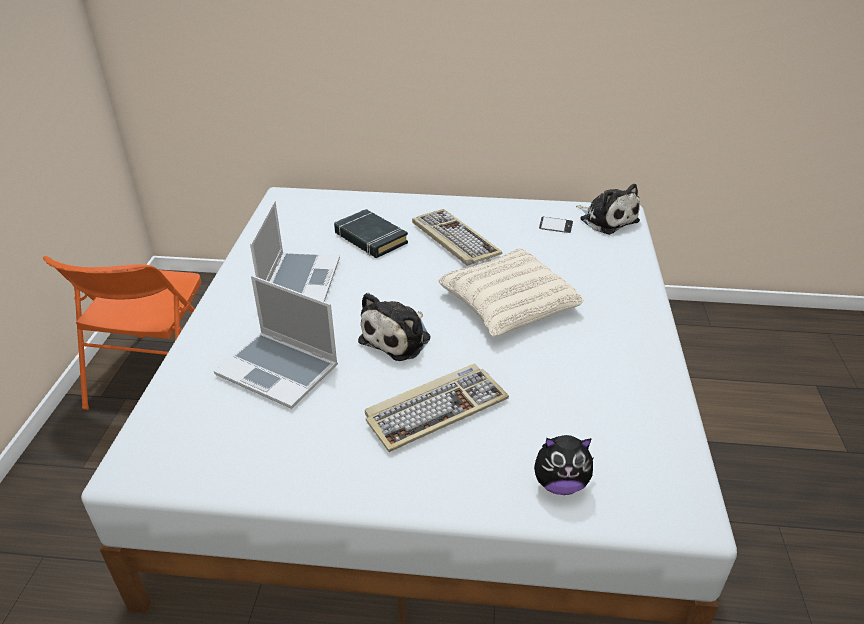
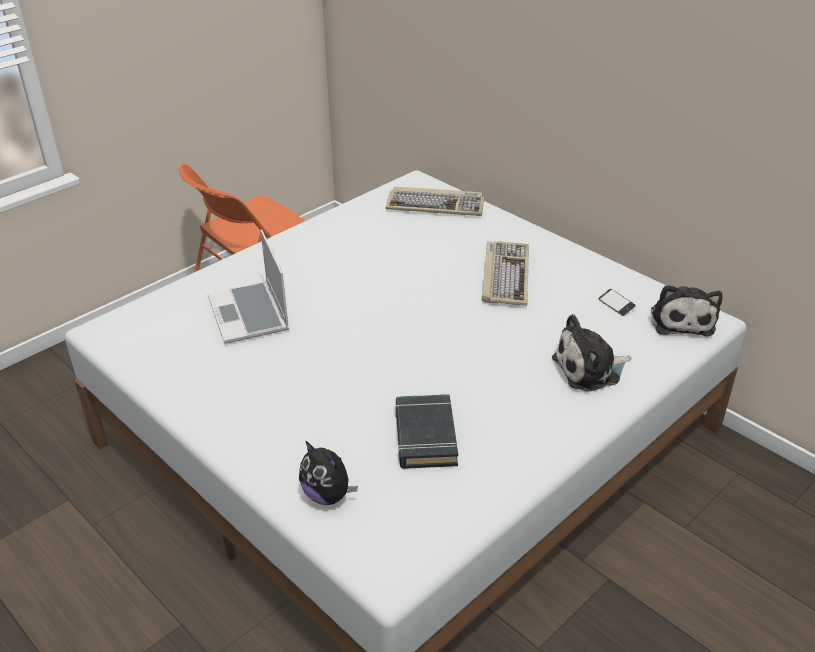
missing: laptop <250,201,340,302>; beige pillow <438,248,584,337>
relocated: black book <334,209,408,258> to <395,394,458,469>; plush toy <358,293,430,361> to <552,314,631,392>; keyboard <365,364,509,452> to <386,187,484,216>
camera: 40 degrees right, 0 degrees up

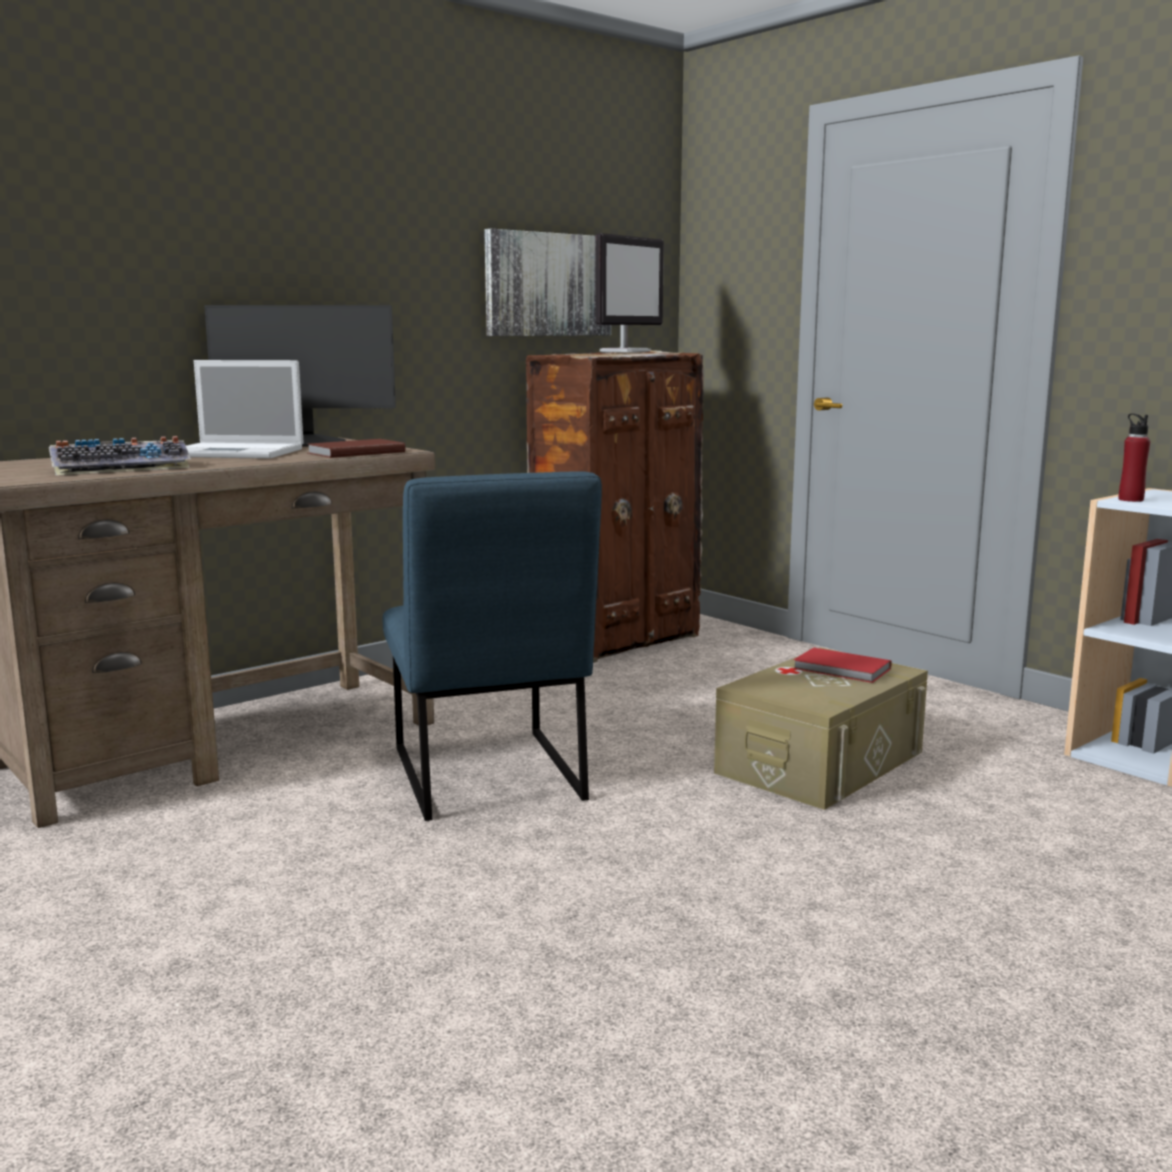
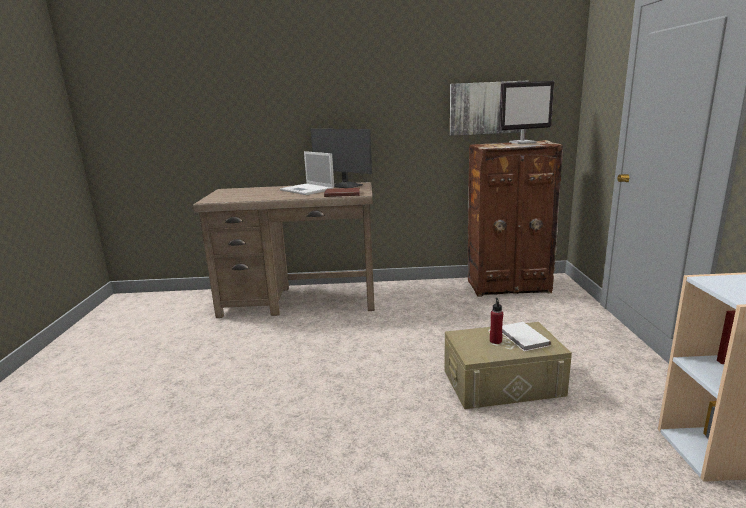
missing: keyboard <49,436,191,475>; blue chair <383,471,602,821>
relocated: red bottle <1119,413,1150,502> to <490,298,503,344>
colour: red book <793,647,892,683> to white book <502,322,551,351>
camera: 40 degrees right, 5 degrees up

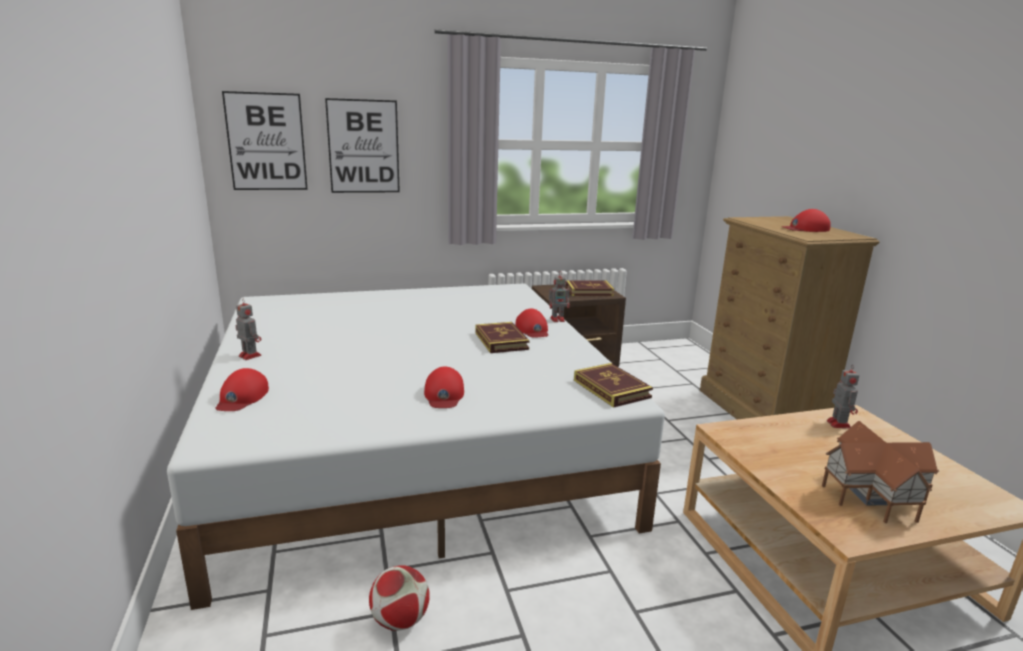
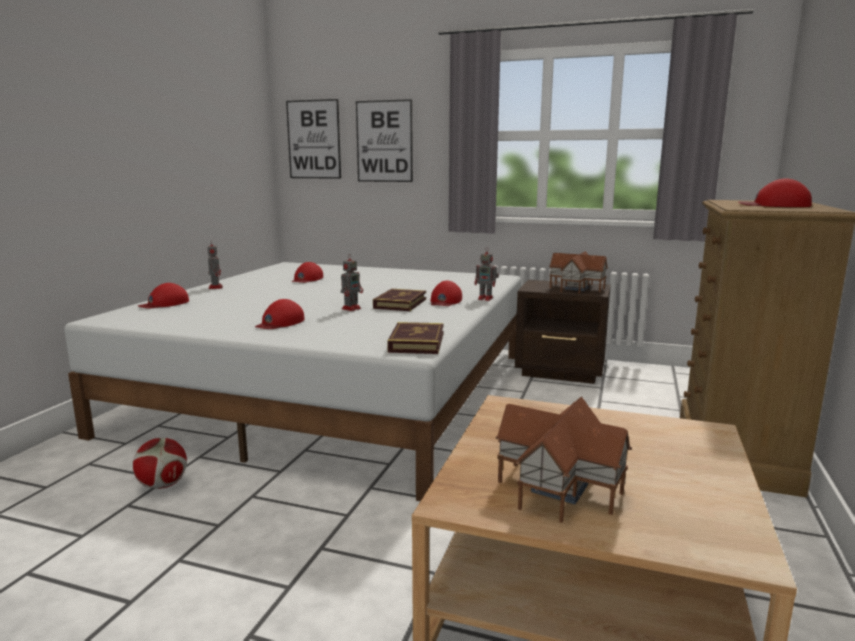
appeared: red cap <291,262,323,283>
relocated: toy robot <827,365,859,428> to <341,255,363,311>
exchanged: book <566,280,614,296> to toy house <549,251,608,294>
camera: 35 degrees right, 5 degrees down

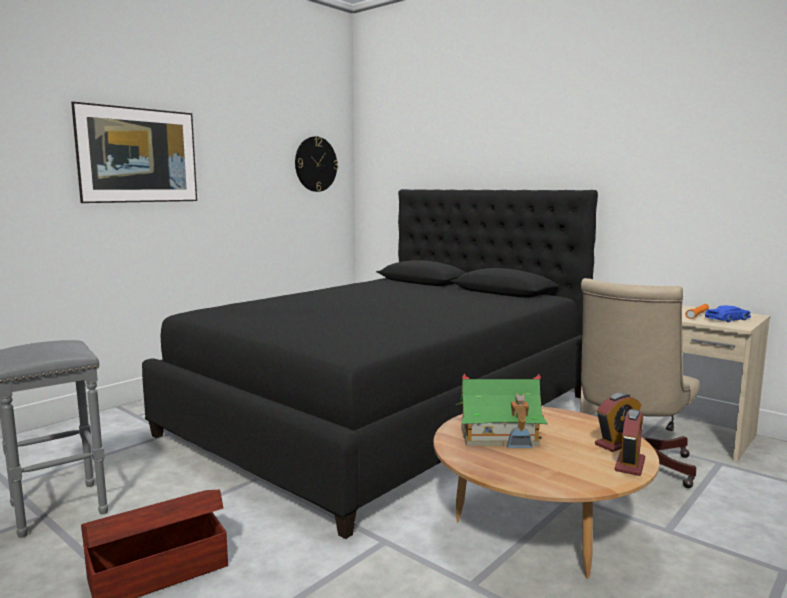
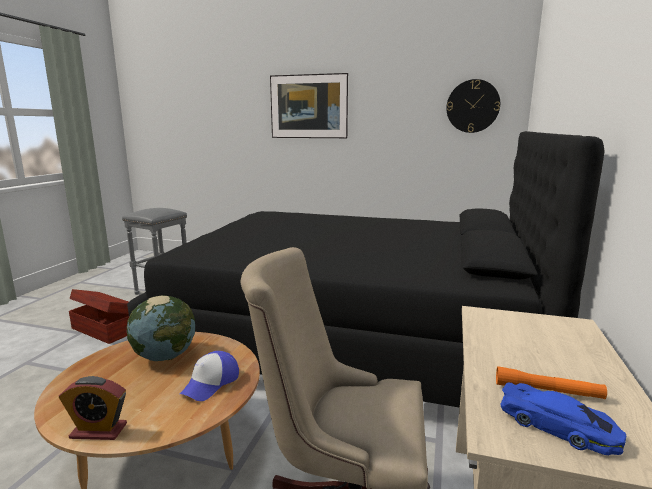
missing: alarm clock <595,393,641,452>
appeared: cap <180,351,239,401>
exchanged: toy house <456,374,548,448> to globe <127,295,195,361>
camera: 65 degrees right, 5 degrees up

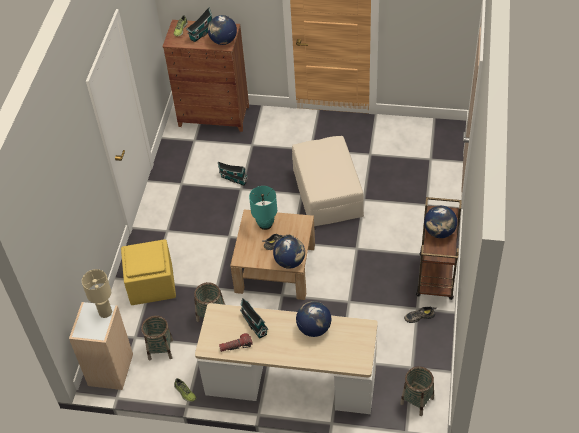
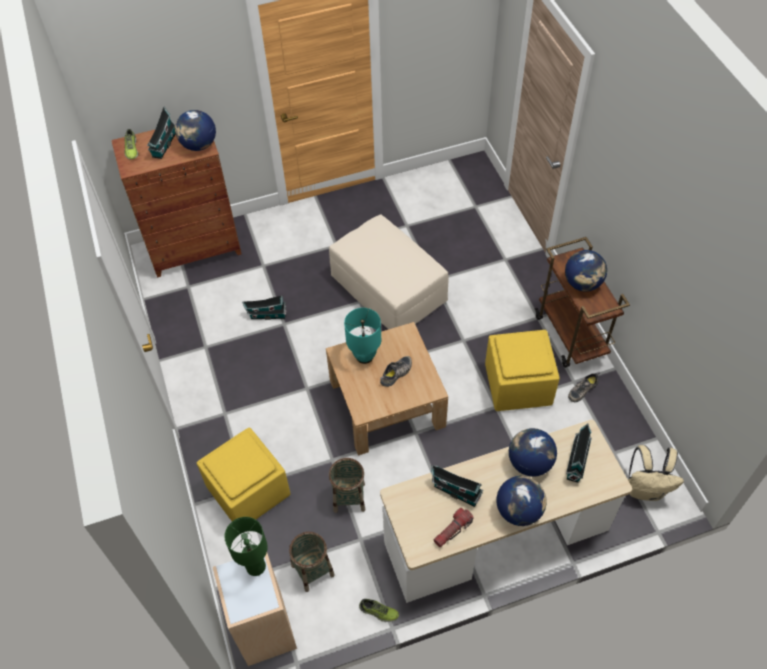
appeared: yellow ottoman <485,330,560,411>; toy house <566,423,592,483>
relocated: globe <273,236,305,269> to <497,476,547,526>
exchanged: basket <400,366,434,416> to beige backpack <628,445,684,501>
colour: beige table lamp <82,269,112,318> to green table lamp <224,517,268,576>
camera: 30 degrees left, 5 degrees up

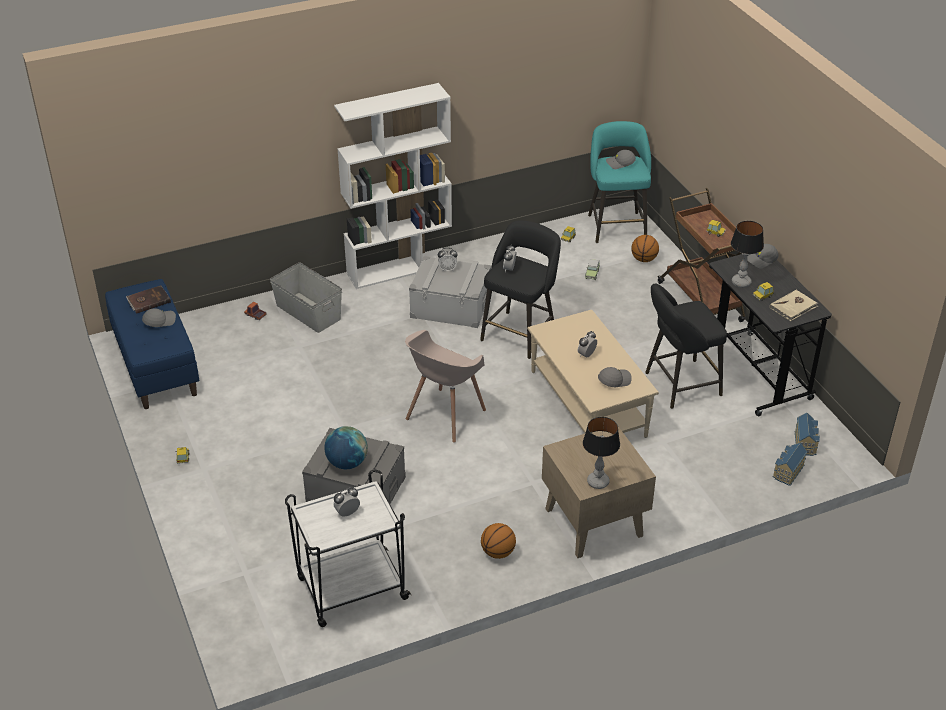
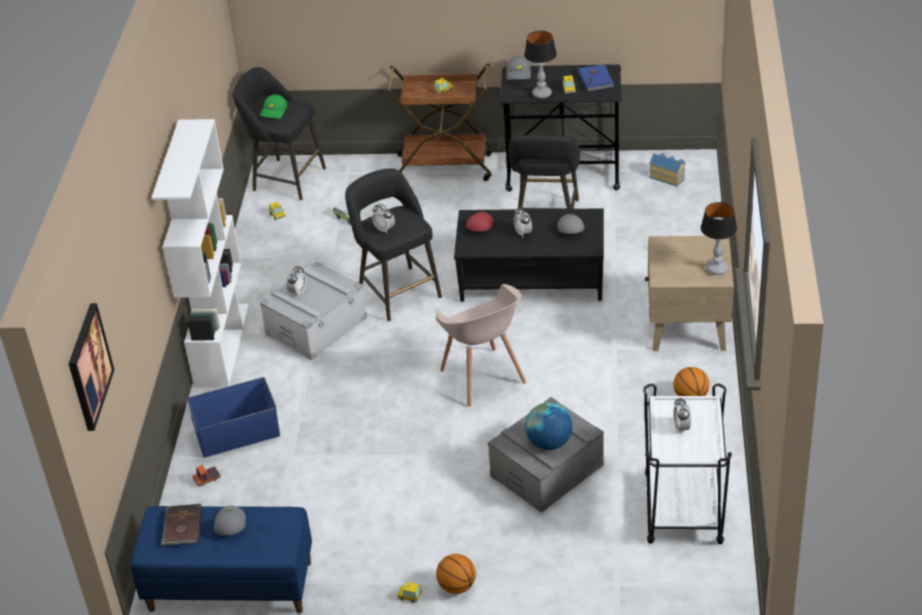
missing: toy house <773,443,807,486>
appeared: picture <69,303,114,431>; red cap <466,212,494,231>
relocated: basketball <631,235,659,262> to <436,554,476,594>
colour: grey storage box <270,262,342,333> to blue storage box <187,377,280,458>; beige coffee table <527,310,659,438> to black coffee table <454,208,604,302>; turquoise stool <588,121,651,243> to black stool <233,67,326,200>; grey cap <606,150,636,169> to green cap <260,94,287,119>; beige book <770,290,819,321> to blue book <578,64,614,91>
camera: 60 degrees left, 0 degrees up

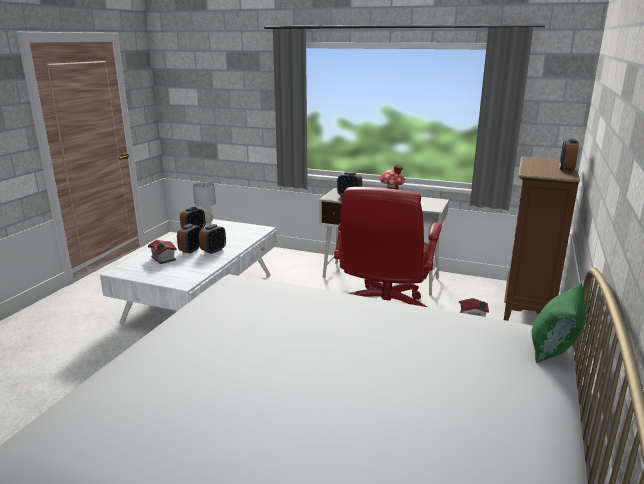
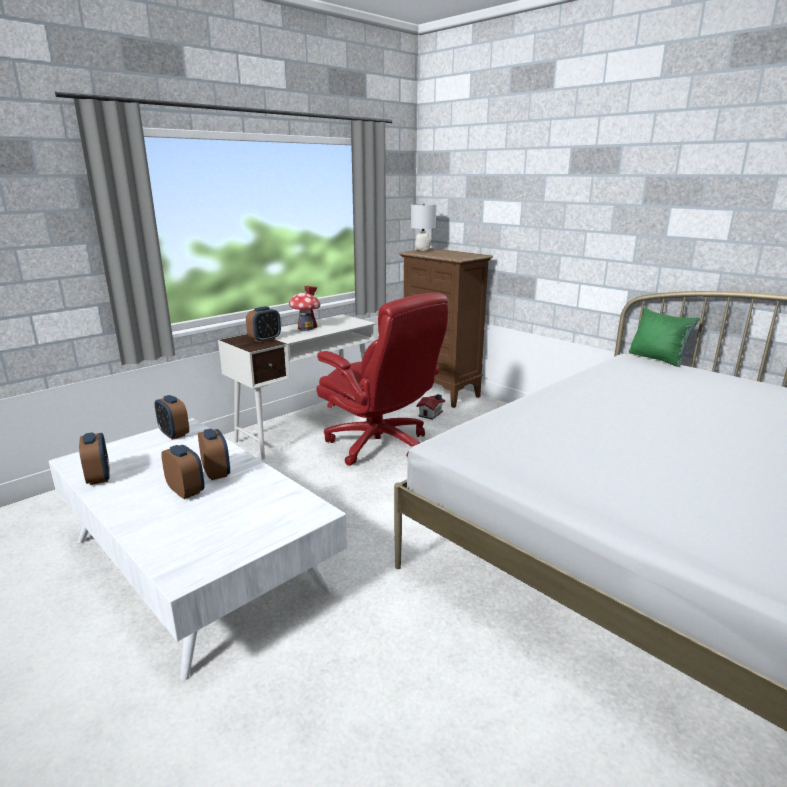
missing: toy house <148,240,177,264>
relocated: grey table lamp <193,182,216,223> to <411,204,436,251>; alarm clock <560,139,579,172> to <155,395,189,440>
camera: 65 degrees left, 0 degrees up

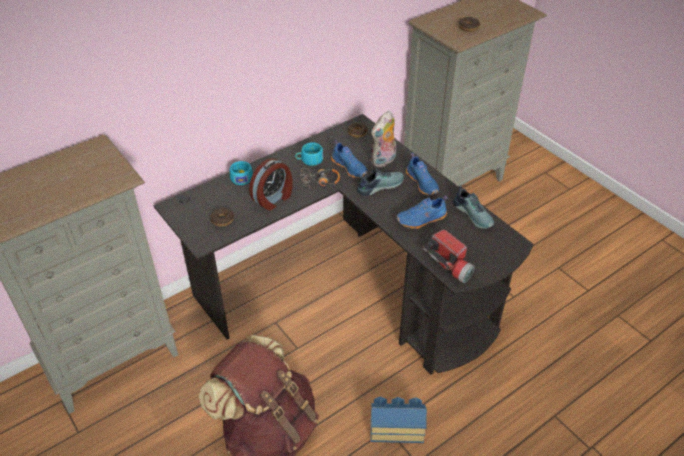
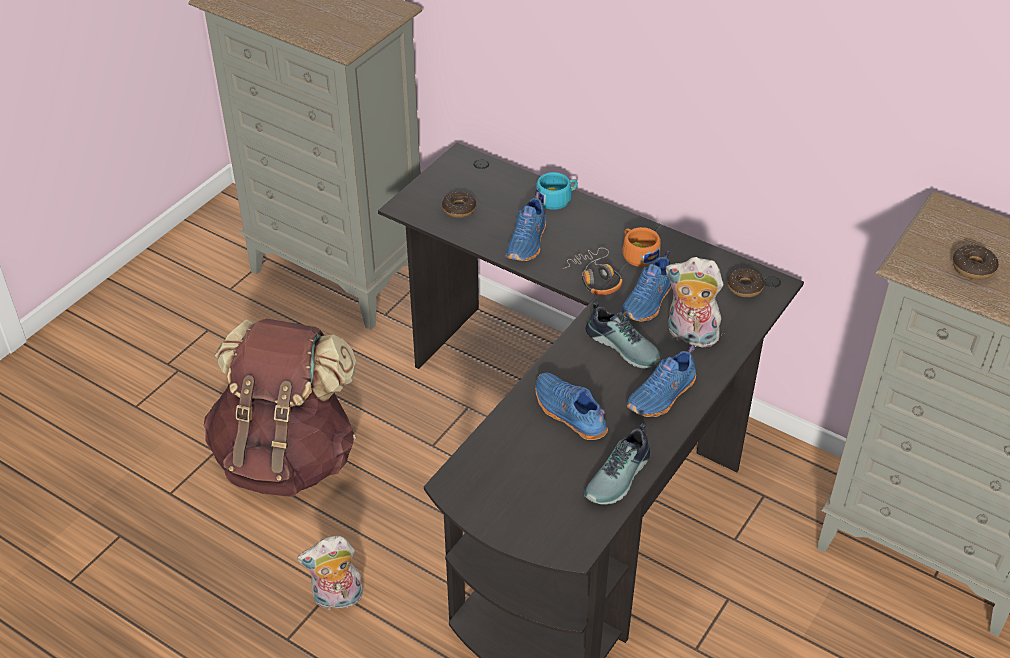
missing: flashlight <422,229,475,283>
exchanged: alarm clock <249,158,293,210> to blue shoe <506,192,546,261>; toy house <370,396,427,443> to plush toy <297,536,365,610>
colour: turquoise cup <295,142,324,166> to orange cup <622,227,661,267>
camera: 70 degrees right, 0 degrees up

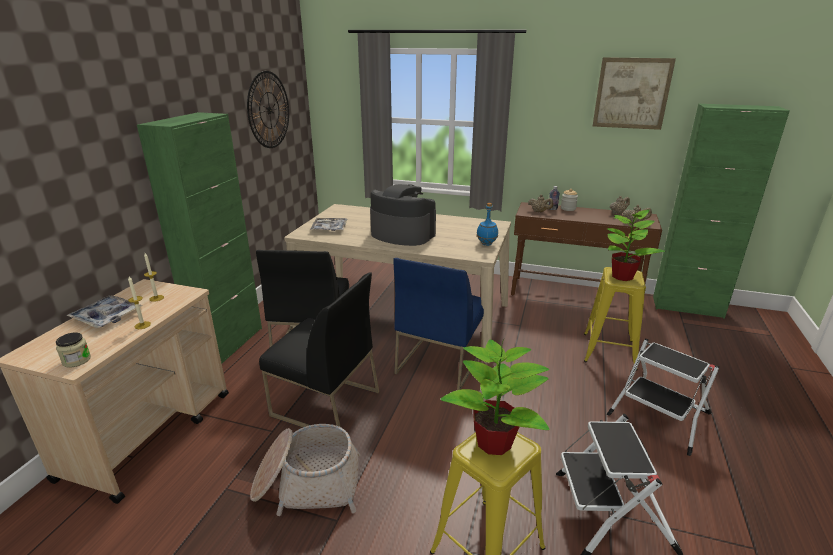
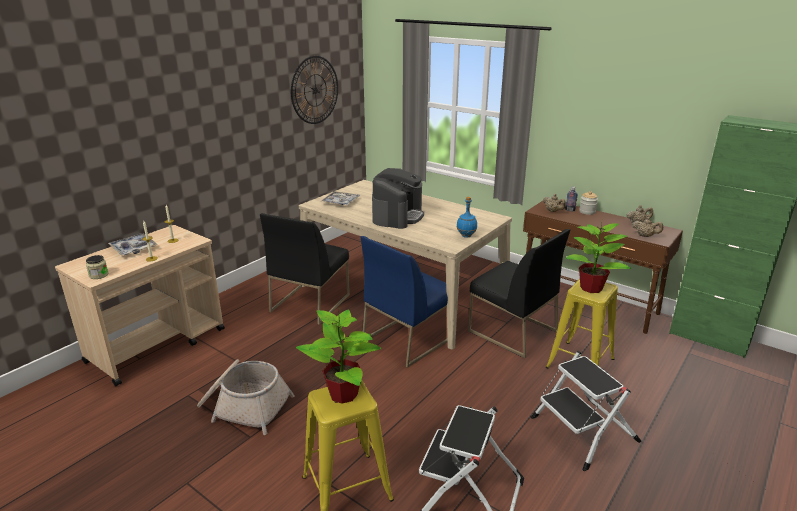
missing: green cabinet <137,112,262,363>; picture <593,57,676,130>
relocated: black chair <259,272,379,427> to <468,229,571,358>
spun: coffee machine <370,184,436,246> = <372,168,424,229> 60 degrees clockwise
camera: 20 degrees right, 0 degrees up

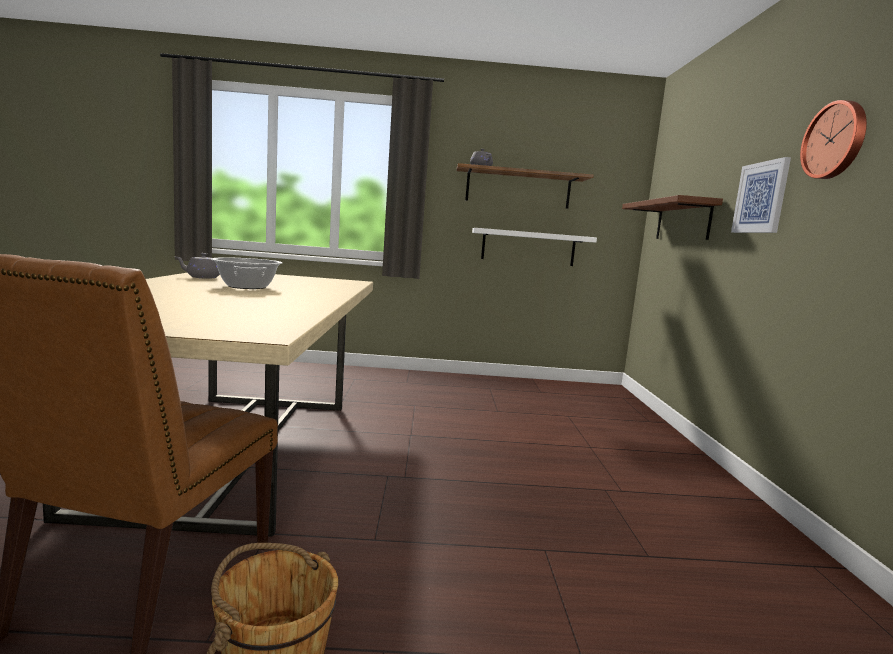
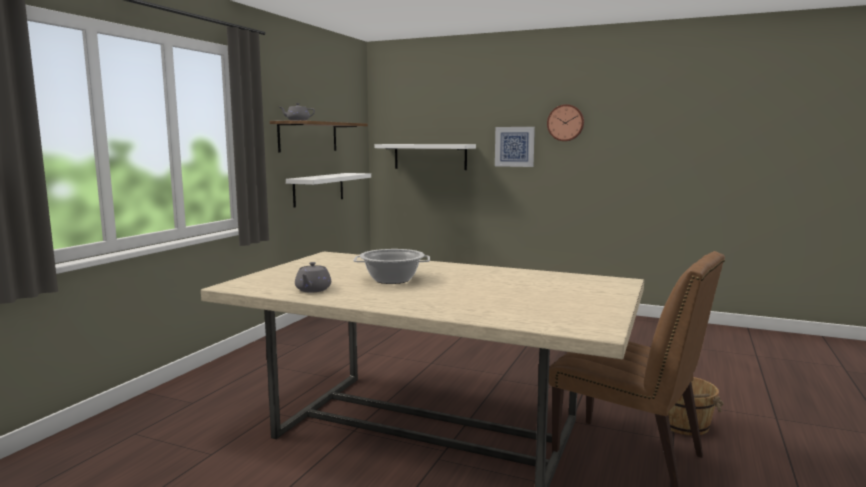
colour: brown shelf <622,195,723,240> to white shelf <374,144,476,170>
camera: 65 degrees left, 0 degrees up

